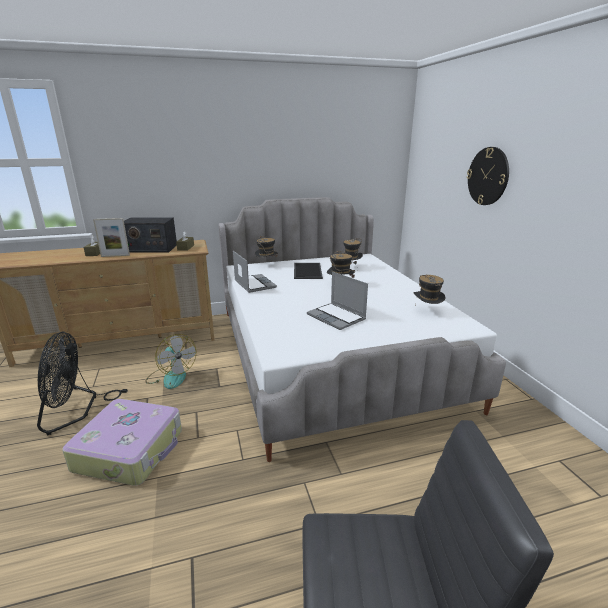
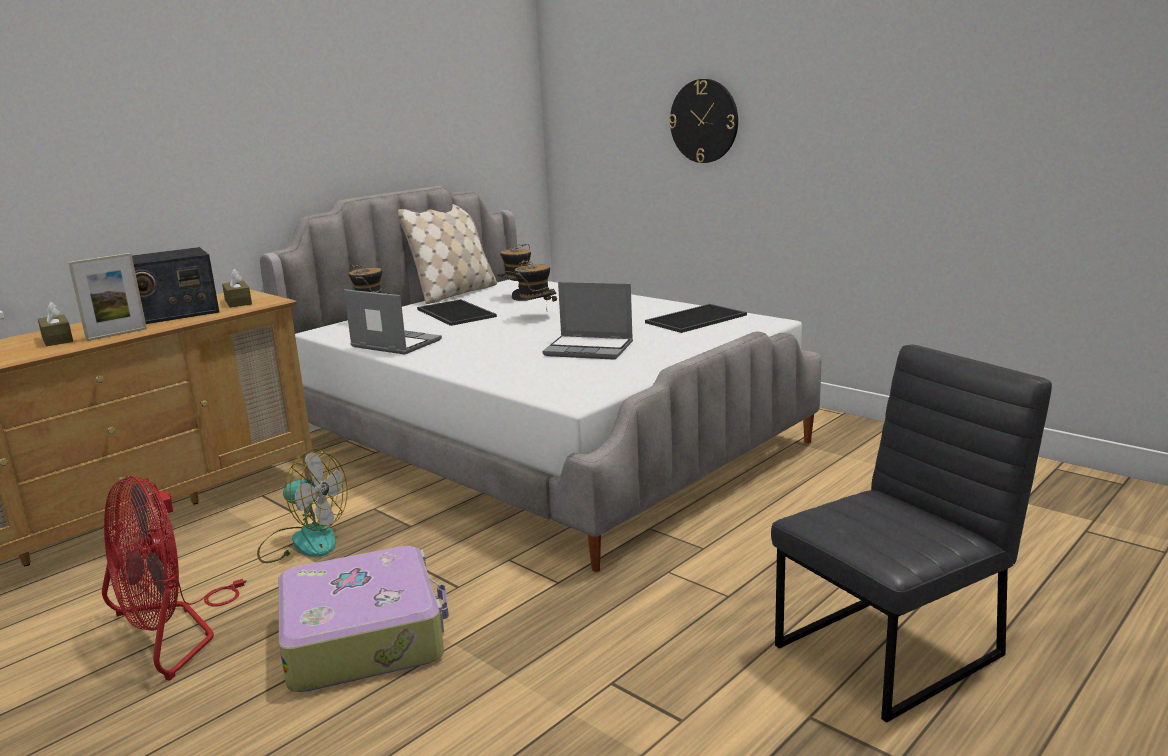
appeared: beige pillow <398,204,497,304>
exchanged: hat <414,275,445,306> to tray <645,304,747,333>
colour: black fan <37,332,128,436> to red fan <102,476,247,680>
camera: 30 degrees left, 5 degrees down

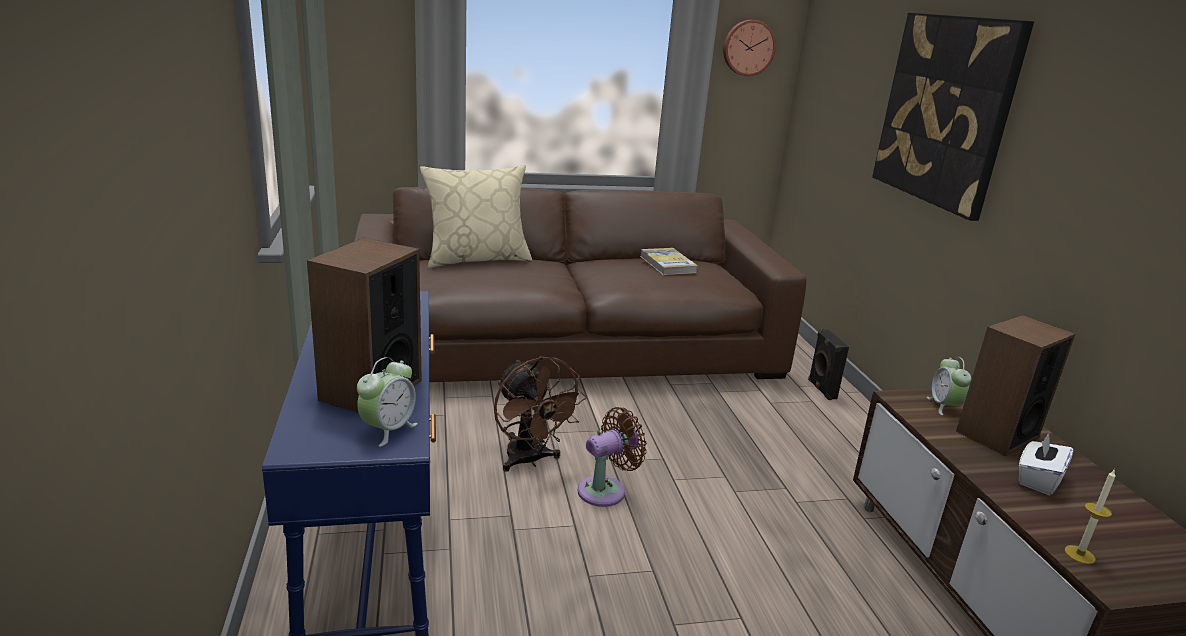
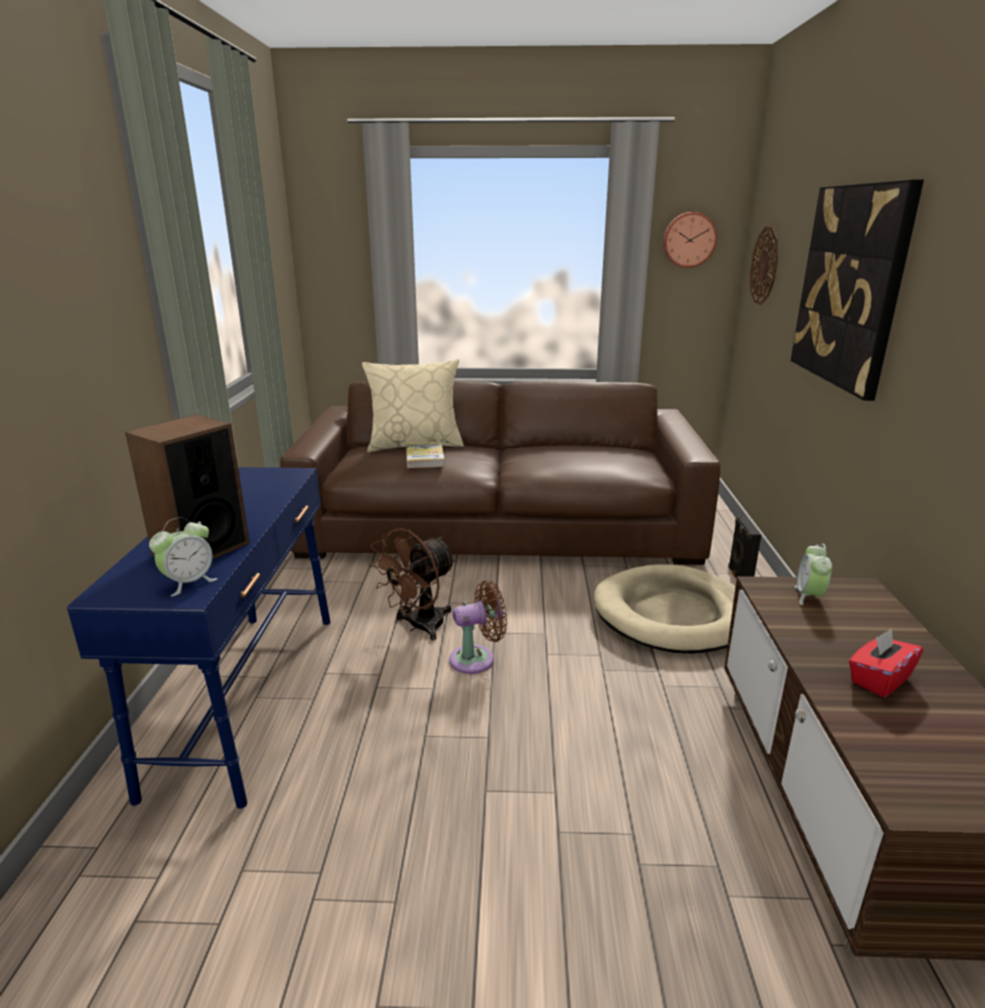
missing: speaker <956,315,1075,456>; candle <1064,469,1116,564>
appeared: beige dog bed <594,564,736,654>; wall clock <750,227,778,305>
relocated: book <640,248,698,275> to <406,442,445,468>
colour: white tissue box <1018,433,1073,495> to red tissue box <849,628,923,697>
spun: brown fan <494,356,587,472> = <369,528,456,640> 60 degrees clockwise
camera: 15 degrees right, 0 degrees up

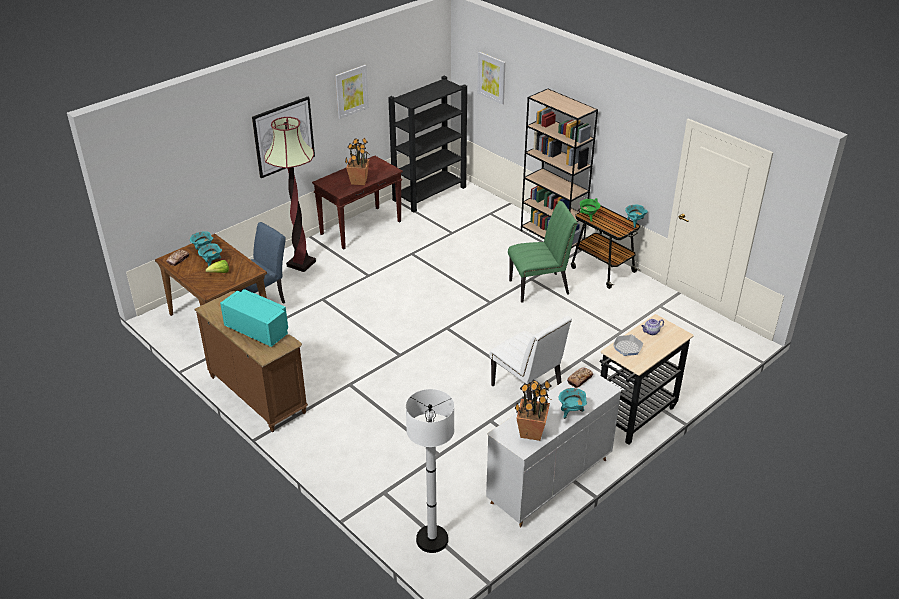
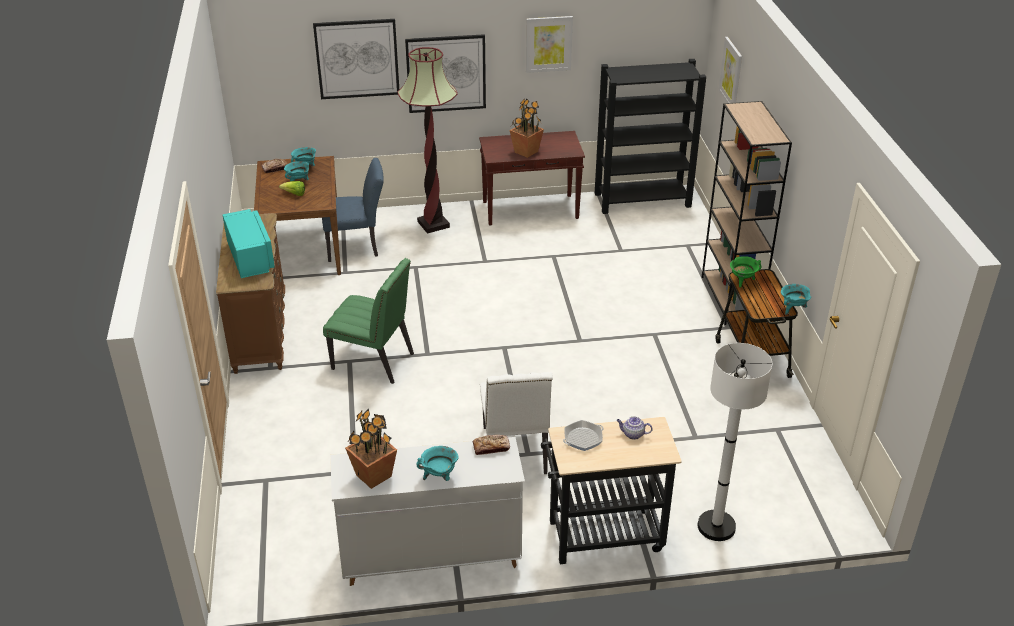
appeared: picture <313,19,399,99>
relocated: white floor lamp <406,389,454,553> to <698,343,772,541>; green chair <508,201,578,303> to <323,258,414,384>
camera: 35 degrees right, 0 degrees up

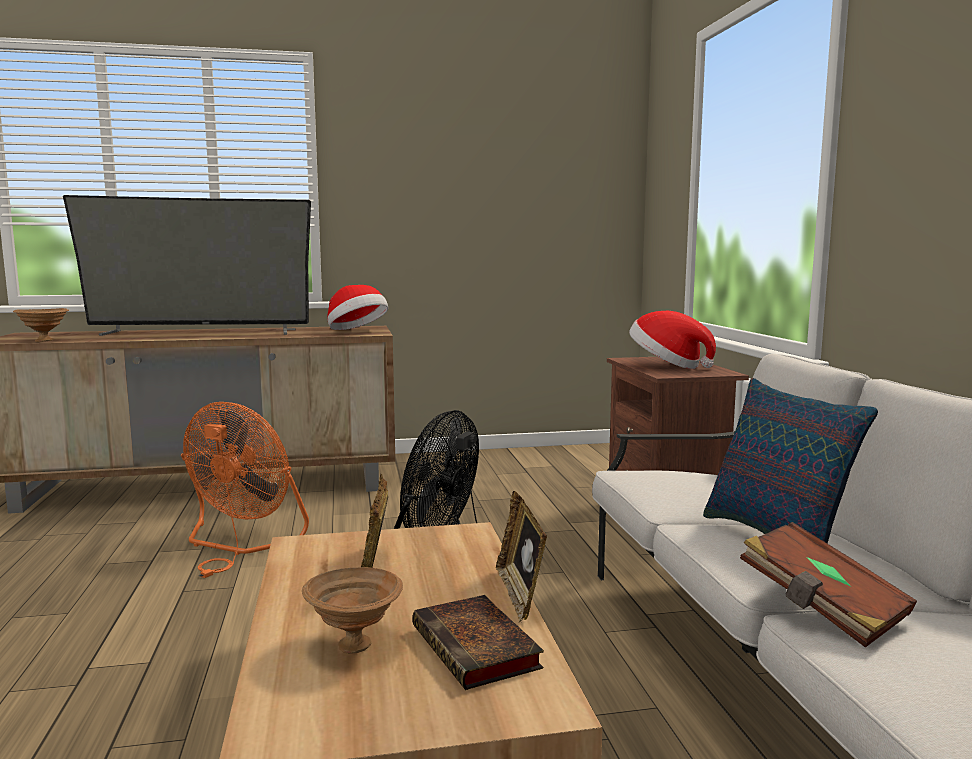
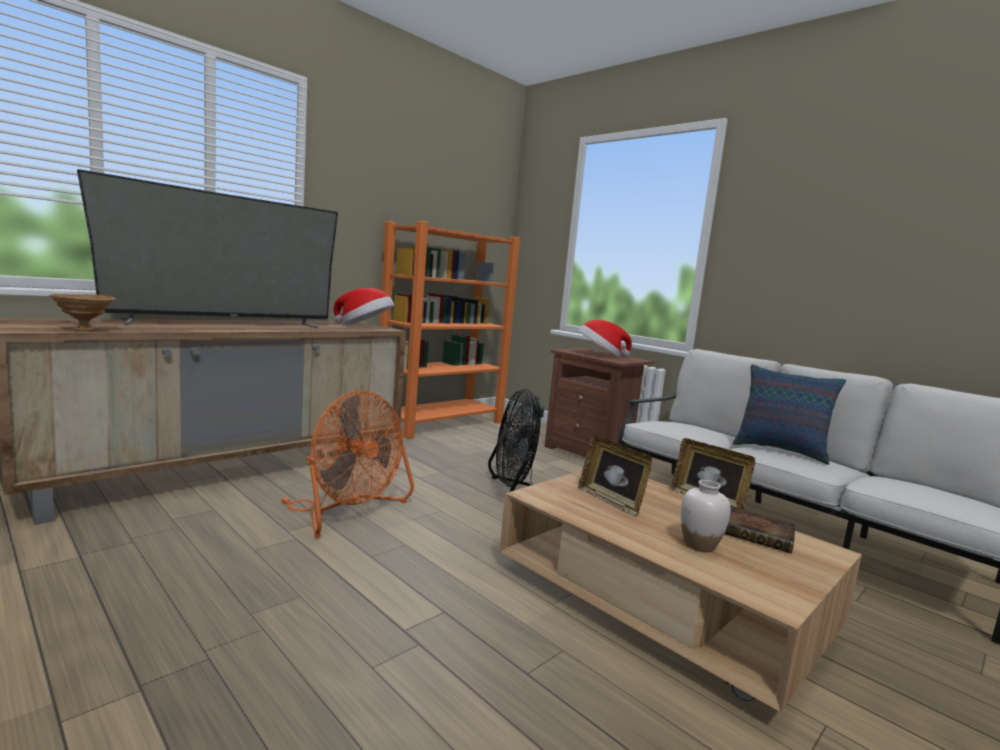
missing: brown book <740,522,917,647>
appeared: orange bookcase <380,221,520,439>
exchanged: brown bowl <302,567,403,654> to white vase <681,480,731,552>
spun: orange fan <181,402,309,578> = <281,390,414,539> 135 degrees clockwise
camera: 35 degrees left, 0 degrees up

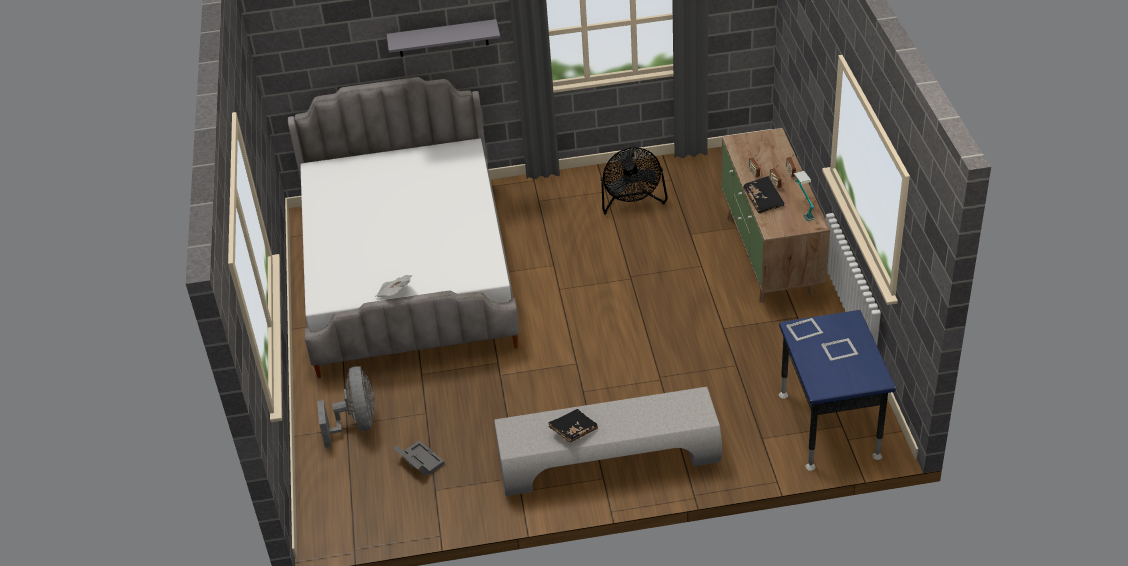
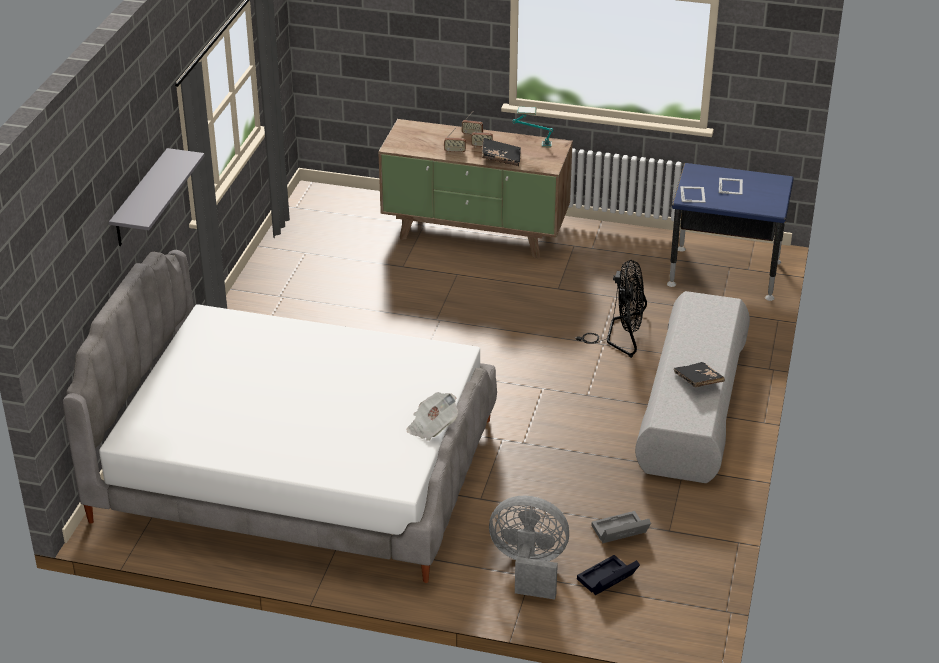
appeared: black storage box <577,555,640,595>
relocated: black fan <601,147,668,214> to <576,260,647,358>
camera: 70 degrees left, 5 degrees down

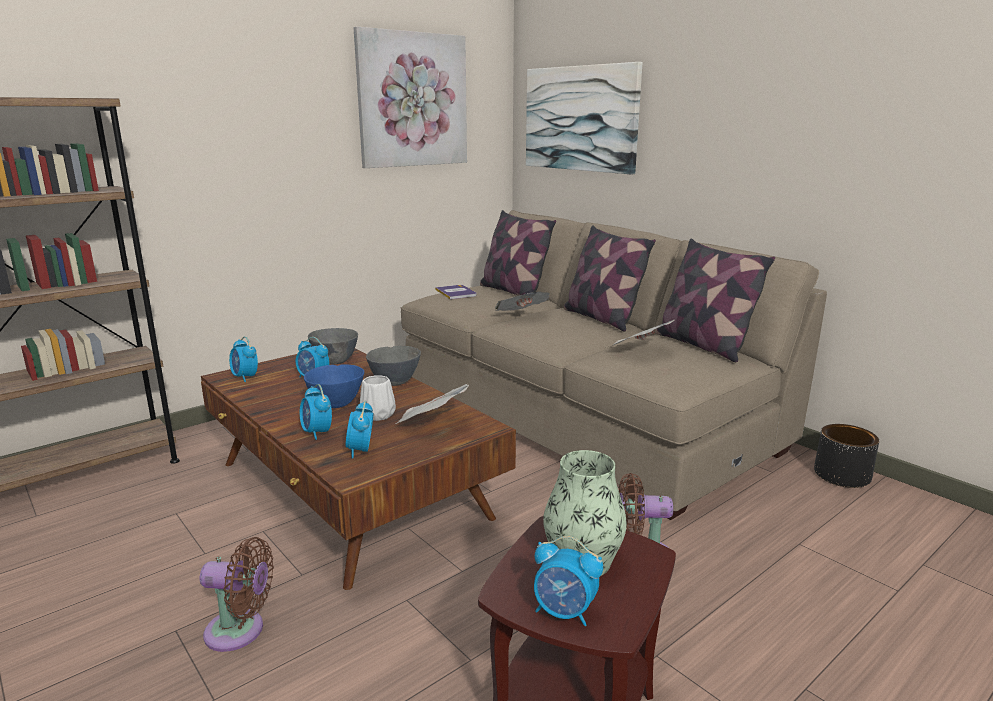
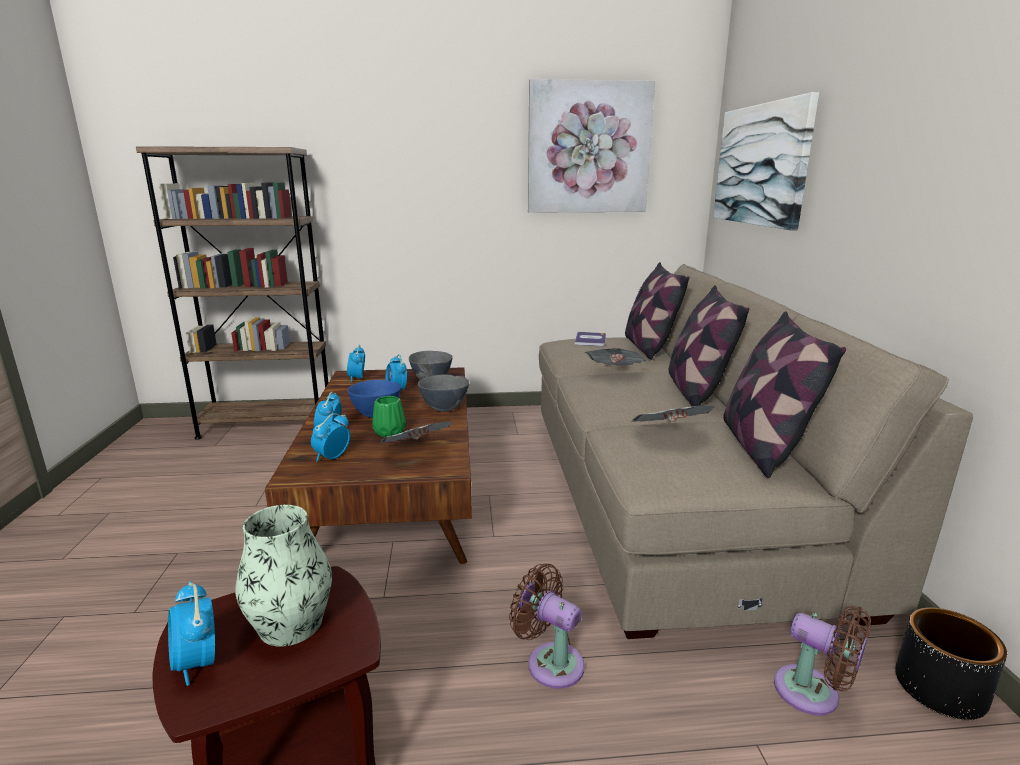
relocated: brown fan <200,537,274,652> to <774,606,871,716>
colour: white vase <360,375,396,421> to green vase <372,396,406,437>
camera: 35 degrees right, 0 degrees up

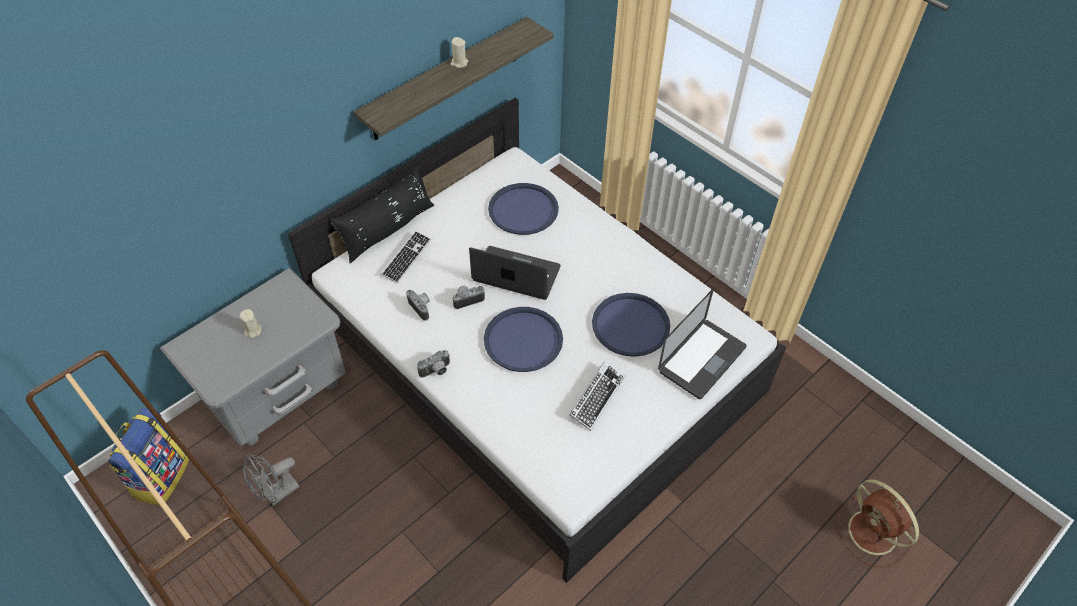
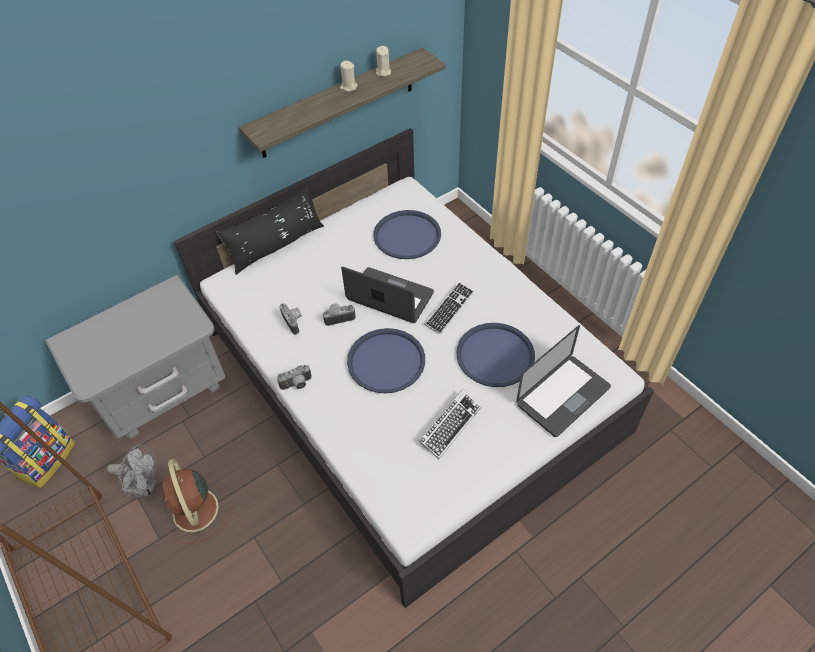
relocated: beige candle <240,309,261,338> to <376,46,391,77>; keyboard <381,231,431,283> to <424,282,474,335>; brown fan <837,479,919,568> to <162,459,231,544>
spun: grey fan <243,454,300,506> = <107,444,157,499> 135 degrees counterclockwise
camera: 10 degrees right, 0 degrees up

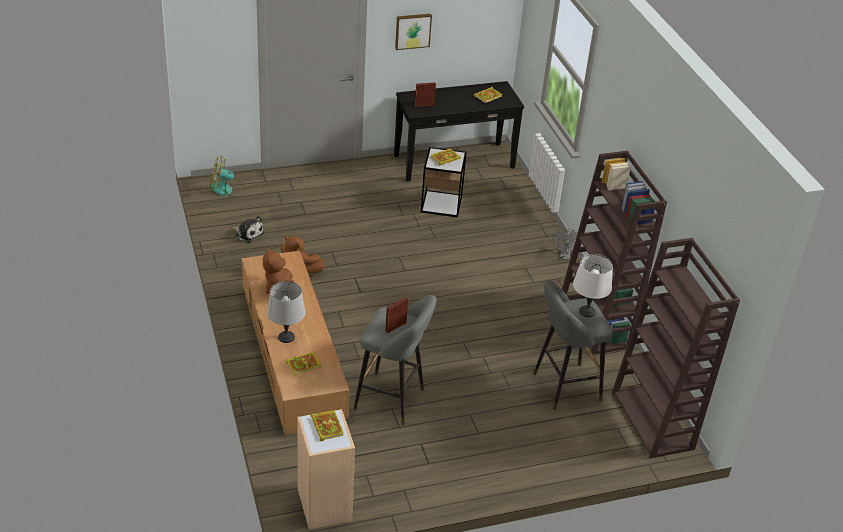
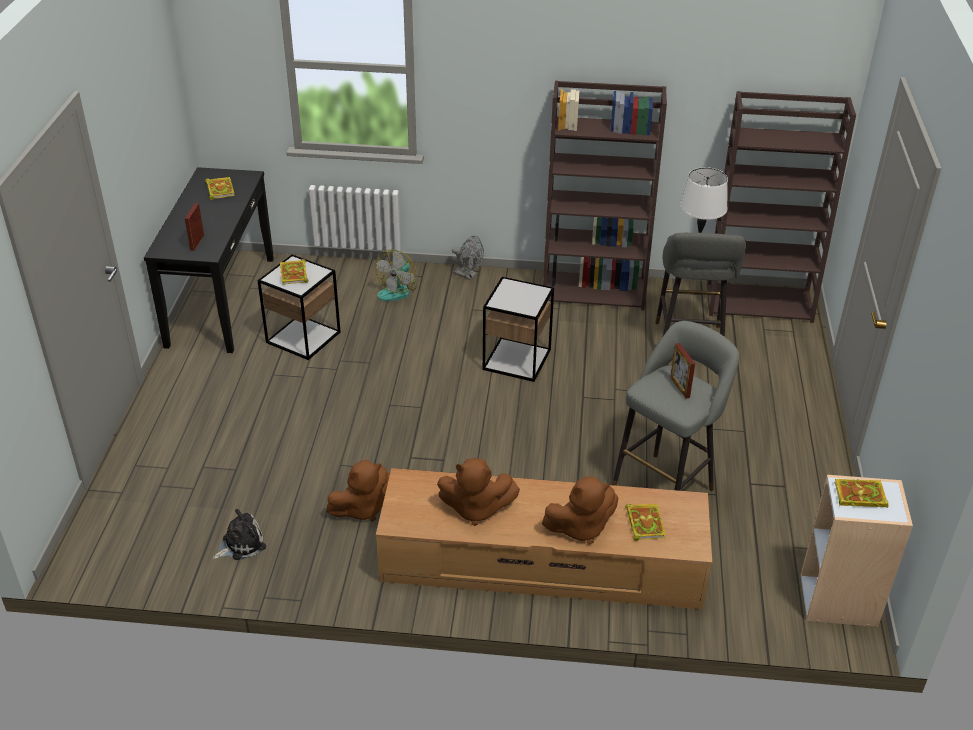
missing: picture <395,14,432,50>
appeared: side table <483,277,554,382>
relocated: fan <210,156,245,197> to <375,250,417,301>
exchanged: grey table lamp <267,281,305,343> to brown plush toy <542,476,619,545>
camera: 65 degrees left, 0 degrees up

